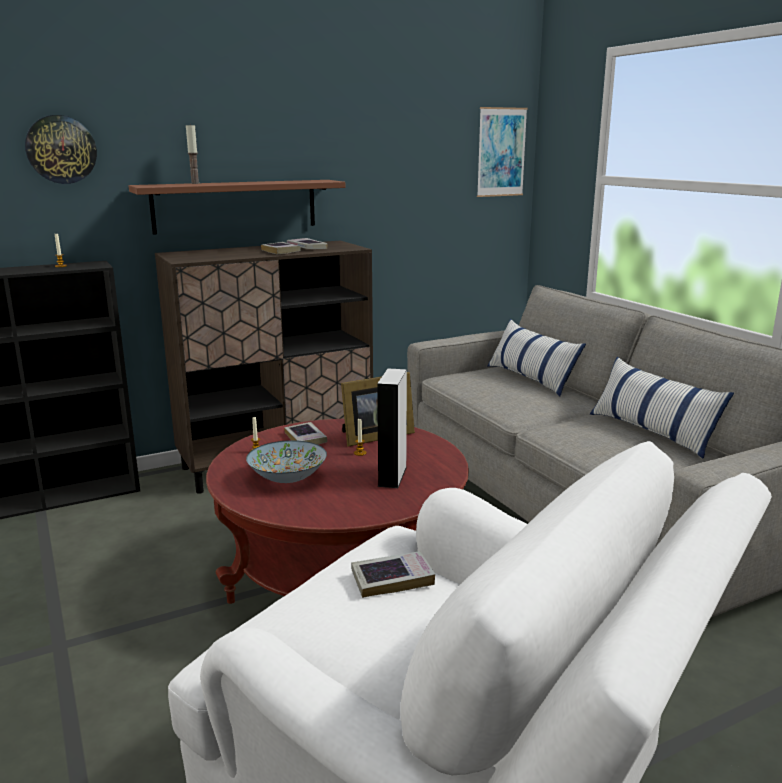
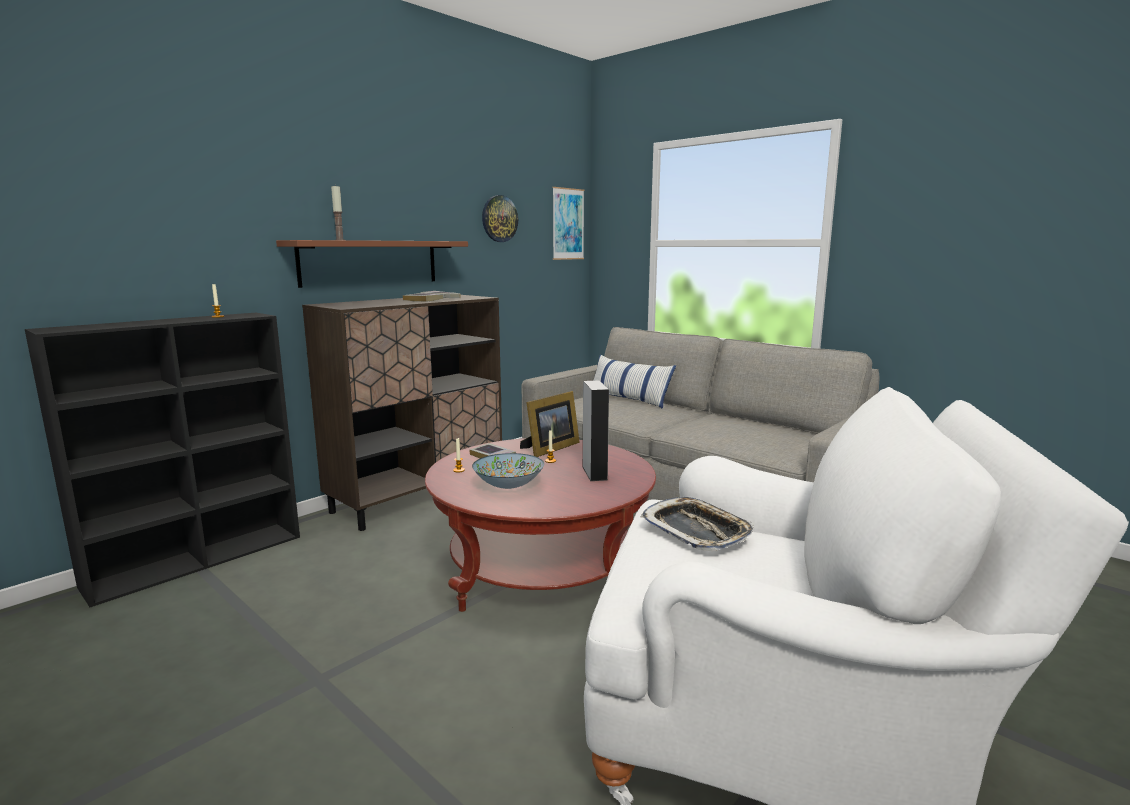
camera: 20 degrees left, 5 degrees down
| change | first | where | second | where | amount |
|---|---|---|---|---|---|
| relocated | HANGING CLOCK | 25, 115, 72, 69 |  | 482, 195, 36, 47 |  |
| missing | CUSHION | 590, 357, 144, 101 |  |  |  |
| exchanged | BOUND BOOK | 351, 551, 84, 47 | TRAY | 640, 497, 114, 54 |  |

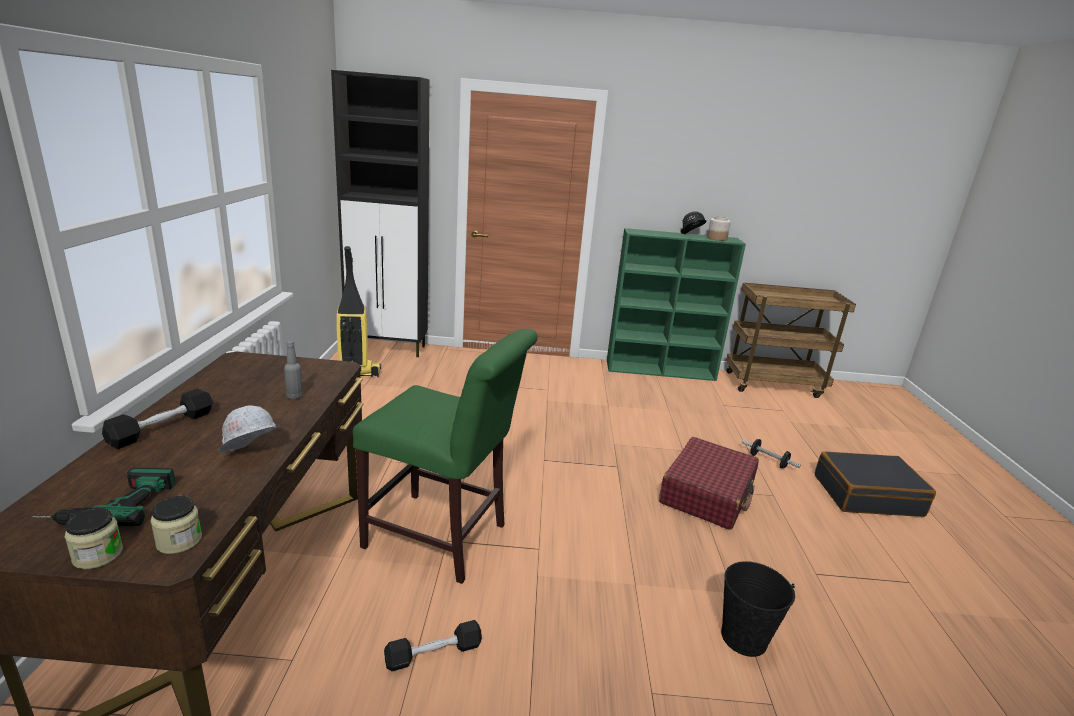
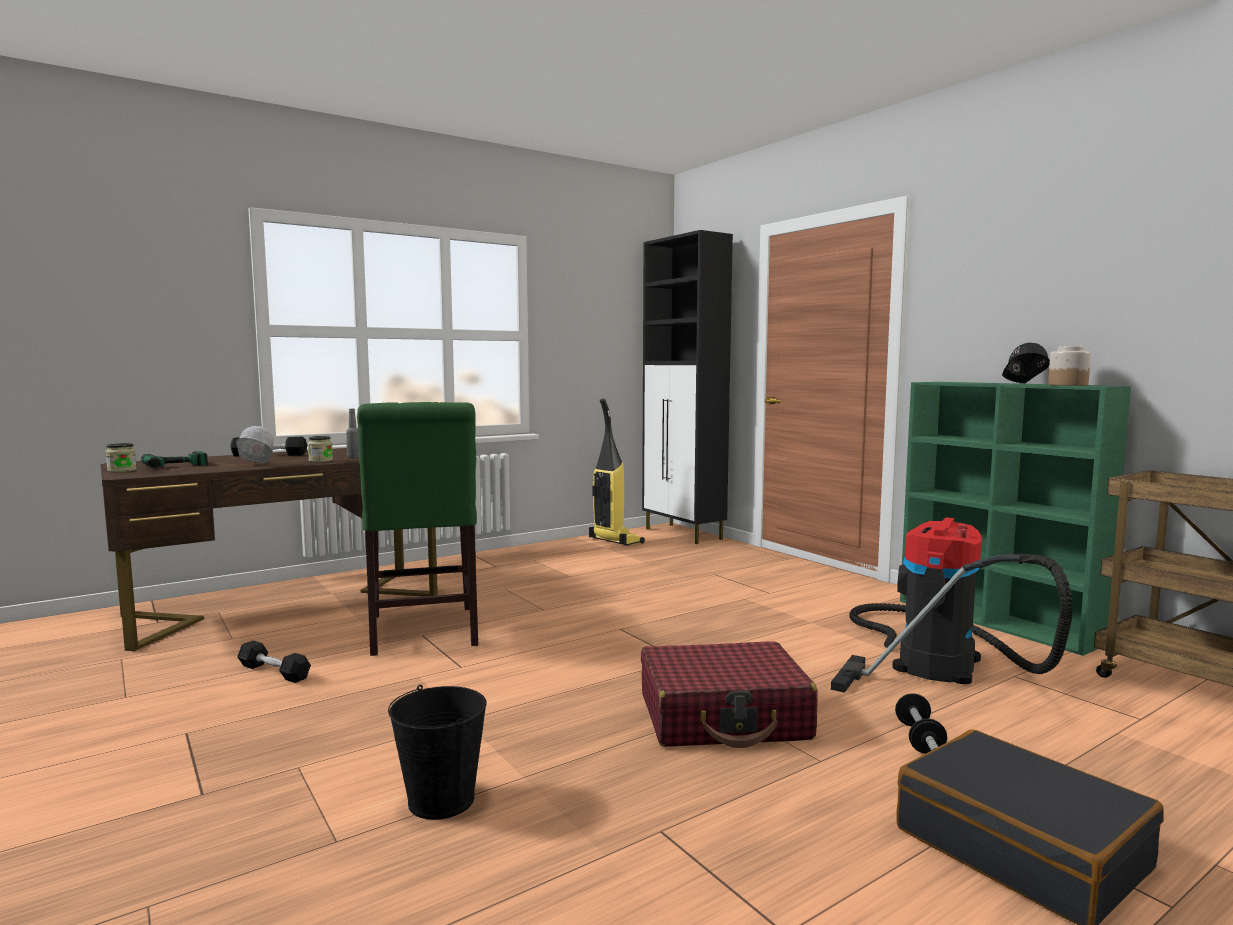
camera: 55 degrees right, 15 degrees down
| change | first | where | second | where | amount |
|---|---|---|---|---|---|
| relocated | JAR | 150, 496, 52, 58 |  | 308, 436, 25, 26 |  |
| appeared |  |  | VACUUM CLEANER | 831, 517, 242, 176 |  |

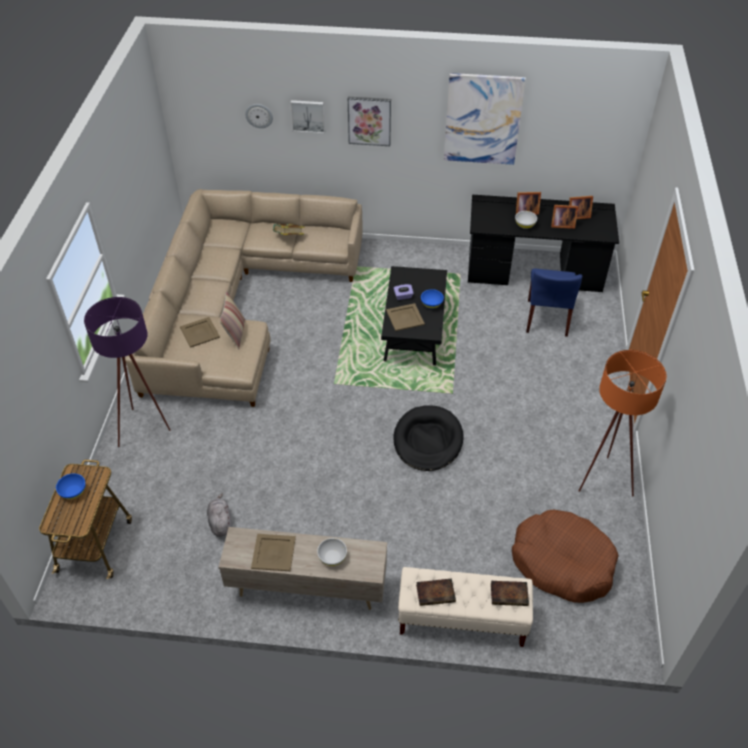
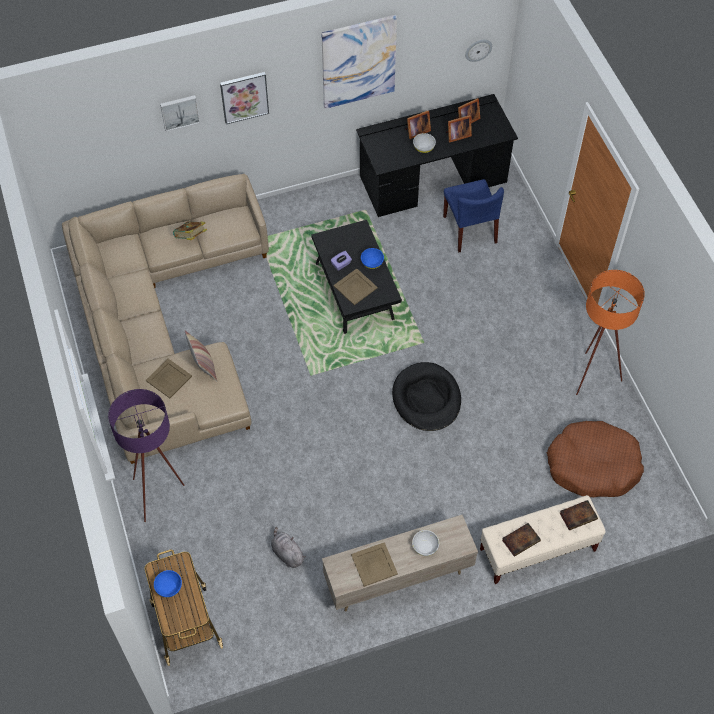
camera: 25 degrees left, 10 degrees up
| change | first | where | second | where | amount |
|---|---|---|---|---|---|
| relocated | HANGING CLOCK | 245, 104, 28, 24 |  | 465, 40, 27, 22 |  |

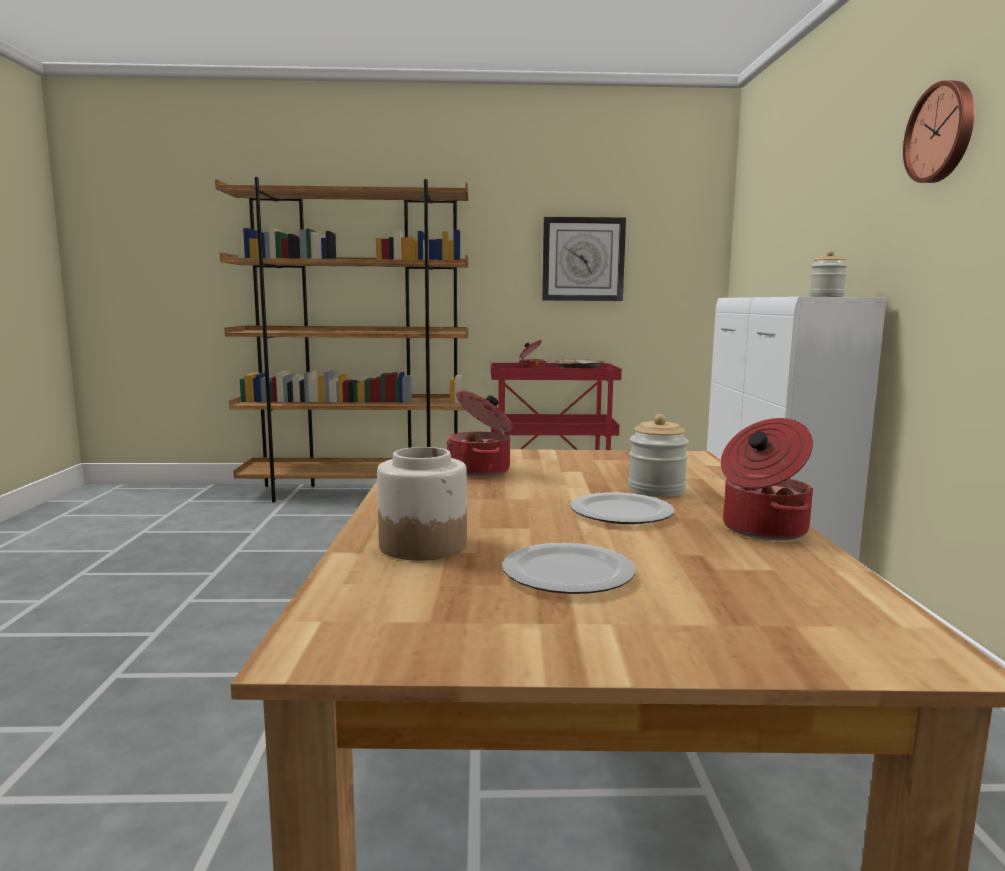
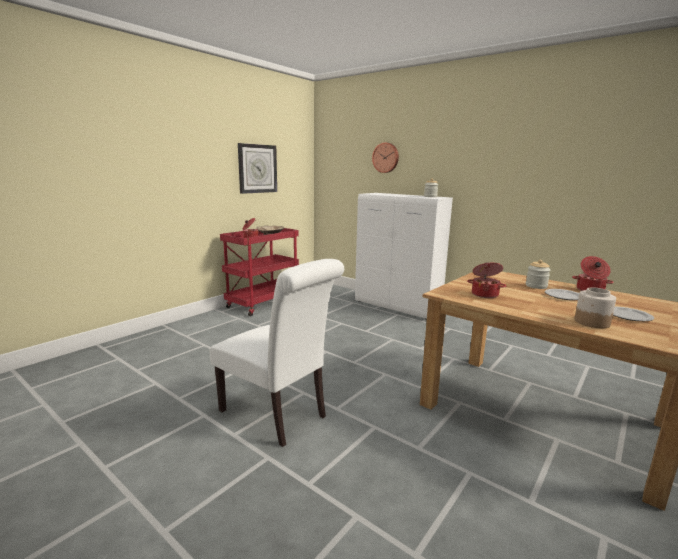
camera: 50 degrees left, 5 degrees up
| change | first | where | second | where | amount |
|---|---|---|---|---|---|
| relocated | HANGING CLOCK | 903, 80, 72, 103 |  | 372, 142, 27, 31 |  |
| missing | BROWNISH BOOKSHELF | 215, 177, 254, 325 |  |  |  |
| appeared |  |  | WHITE-COLOURED UPRIGHT CHAIR | 209, 259, 135, 188 |  |

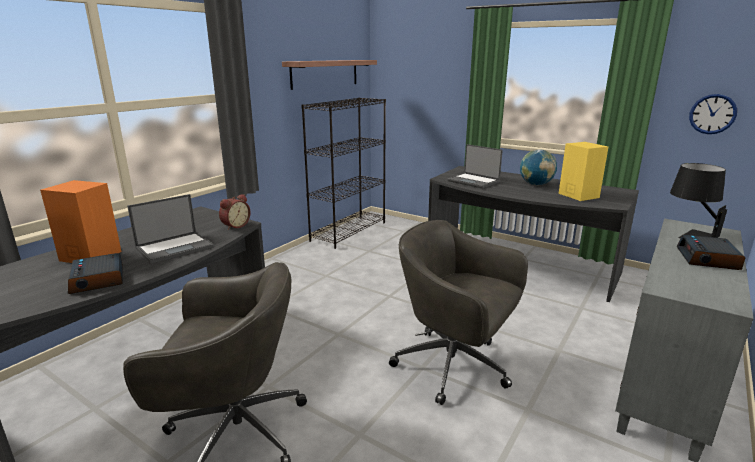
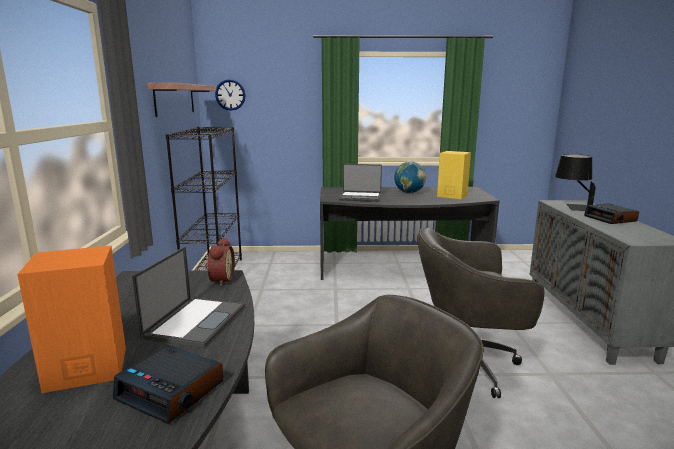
camera: 35 degrees left, 5 degrees down
| change | first | where | second | where | amount |
|---|---|---|---|---|---|
| relocated | HANGING CLOCK | 689, 94, 48, 40 |  | 215, 79, 31, 32 |  |

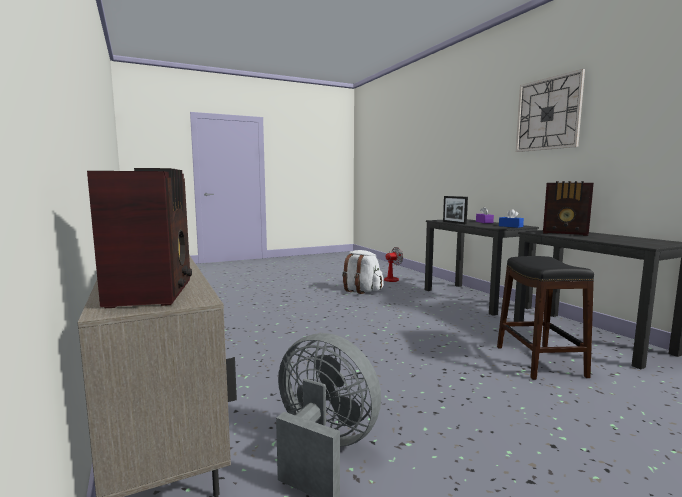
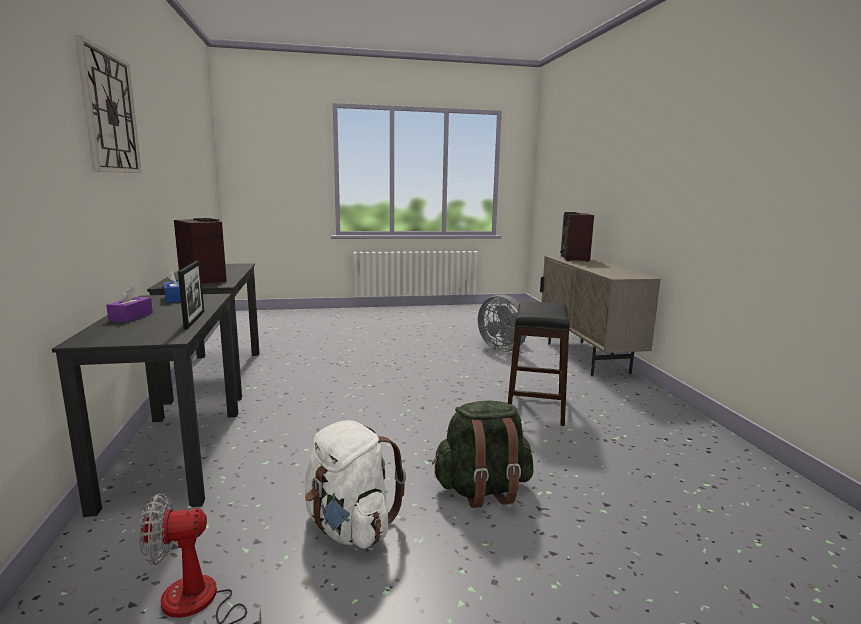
camera: 165 degrees left, 5 degrees up
| change | first | where | second | where | amount |
|---|---|---|---|---|---|
| relocated | BLACK-COLOURED SITTING STOOL | 497, 256, 97, 124 |  | 508, 302, 62, 124 |  |
| appeared |  |  | GREENISH KNAPSACK | 432, 400, 102, 108 |  |

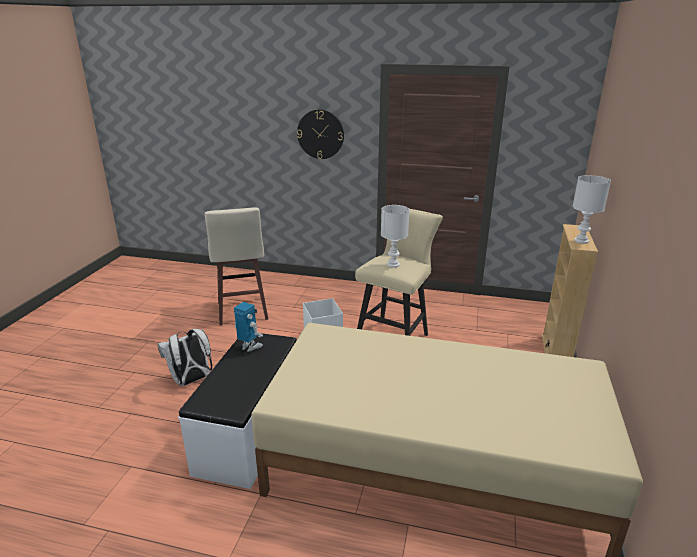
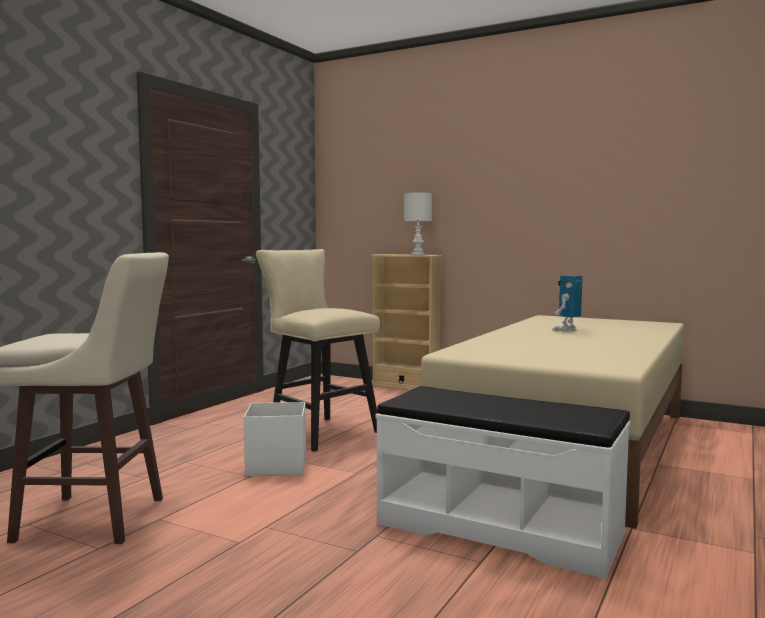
camera: 75 degrees left, 20 degrees down
| change | first | where | second | where | amount |
|---|---|---|---|---|---|
| missing | HANGING CLOCK | 297, 109, 47, 50 |  |  |  |
| missing | WHITE-COLOURED TABLETOP LAMP | 381, 205, 29, 63 |  |  |  |
| relocated | ROBOT FIGURE | 234, 302, 29, 50 |  | 552, 275, 31, 57 |  |
| missing | WHITE-COLOURED KNAPSACK | 157, 329, 55, 57 |  |  |  |

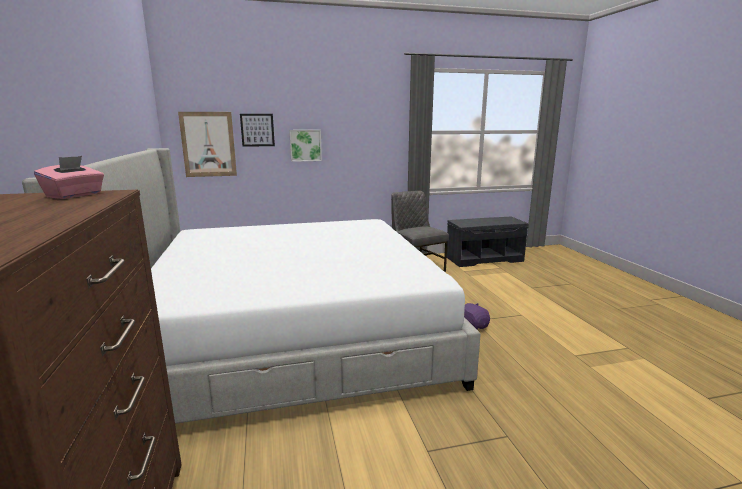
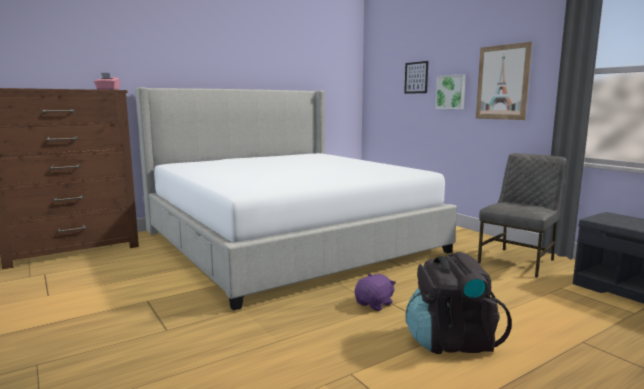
camera: 70 degrees right, 5 degrees down
| change | first | where | second | where | amount |
|---|---|---|---|---|---|
| relocated | PICTURE | 178, 112, 59, 65 |  | 476, 42, 56, 78 |  |
| appeared |  |  | BLACK-COLOURED KNAPSACK | 406, 252, 106, 102 |  |

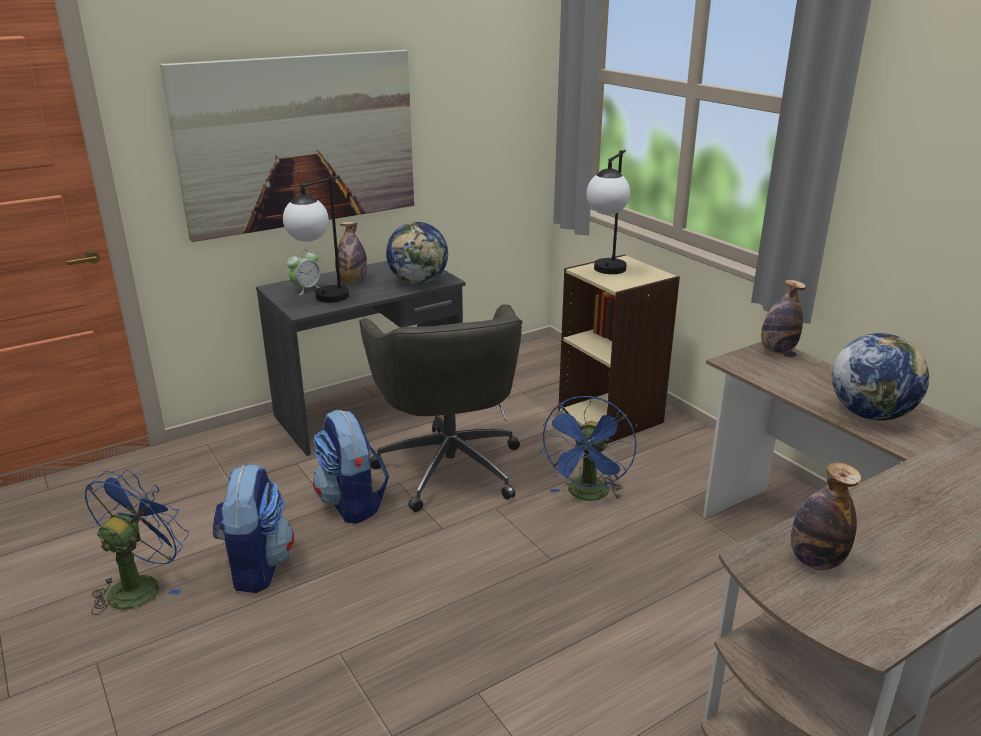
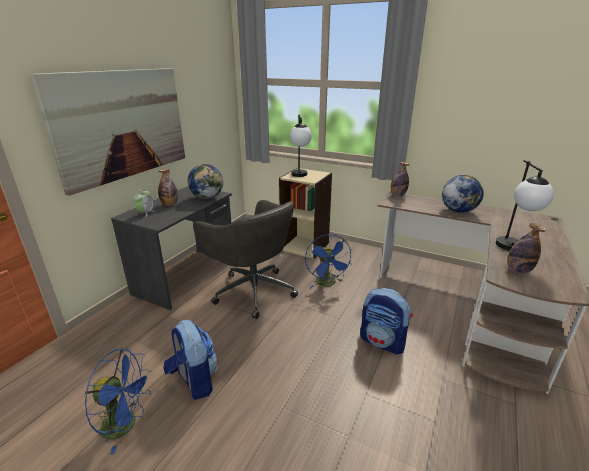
camera: 30 degrees left, 0 degrees up
| change | first | where | second | where | amount |
|---|---|---|---|---|---|
| relocated | TABLETOP LAMP | 283, 175, 66, 128 |  | 496, 160, 58, 90 |  |
| relocated | KNAPSACK | 313, 410, 76, 114 |  | 360, 288, 53, 67 |  |
| spun | BLUE COOLING FAN | 85, 470, 104, 145 |  | 85, 348, 67, 106 | 105 degrees clockwise |

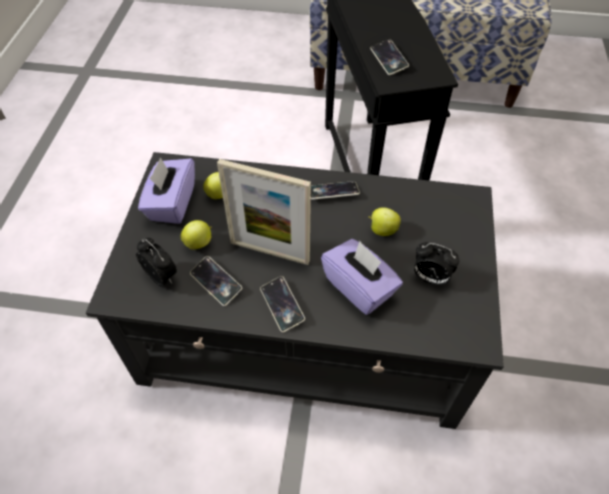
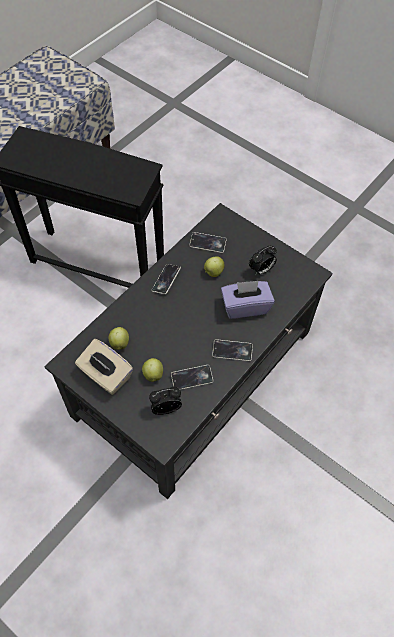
camera: 60 degrees left, 5 degrees up
| change | first | where | second | where | amount |
|---|---|---|---|---|---|
| relocated | PHONE | 370, 39, 39, 36 |  | 189, 232, 38, 21 |  |
| colour | PURPLE TISSUE HOLDER | 138, 157, 57, 67 | BEIGE TISSUE HOLDER | 75, 339, 58, 56 |  |
| missing | STANDING FRAME | 217, 159, 94, 106 |  |  |  |

